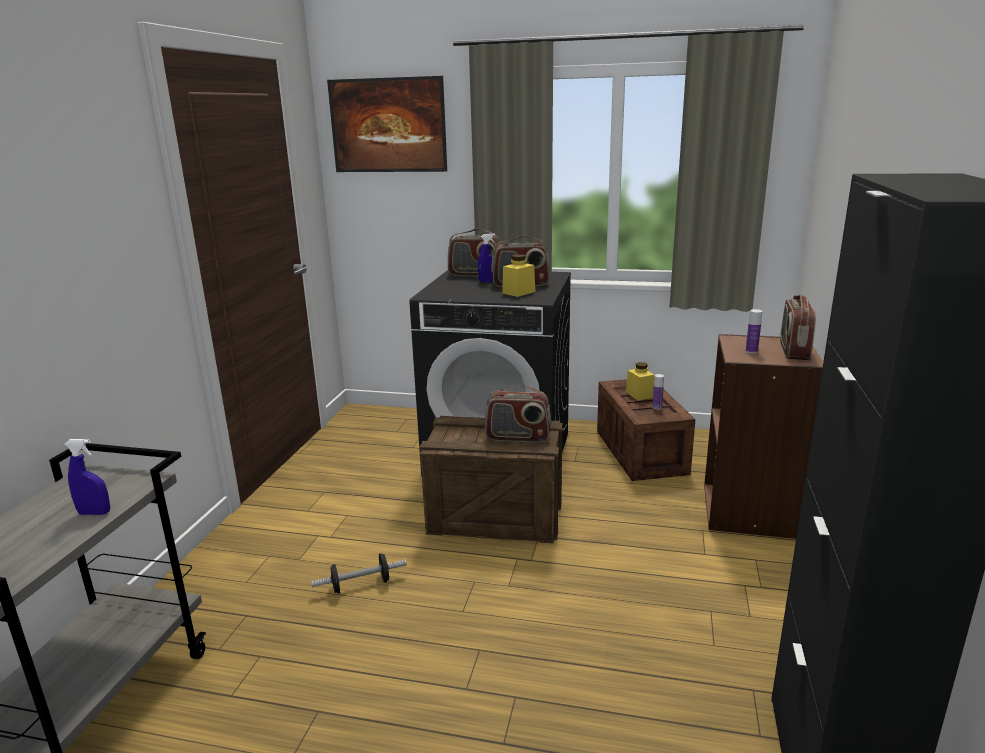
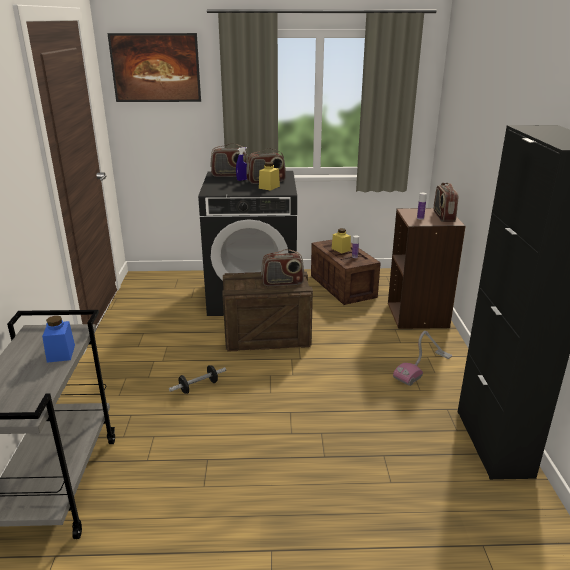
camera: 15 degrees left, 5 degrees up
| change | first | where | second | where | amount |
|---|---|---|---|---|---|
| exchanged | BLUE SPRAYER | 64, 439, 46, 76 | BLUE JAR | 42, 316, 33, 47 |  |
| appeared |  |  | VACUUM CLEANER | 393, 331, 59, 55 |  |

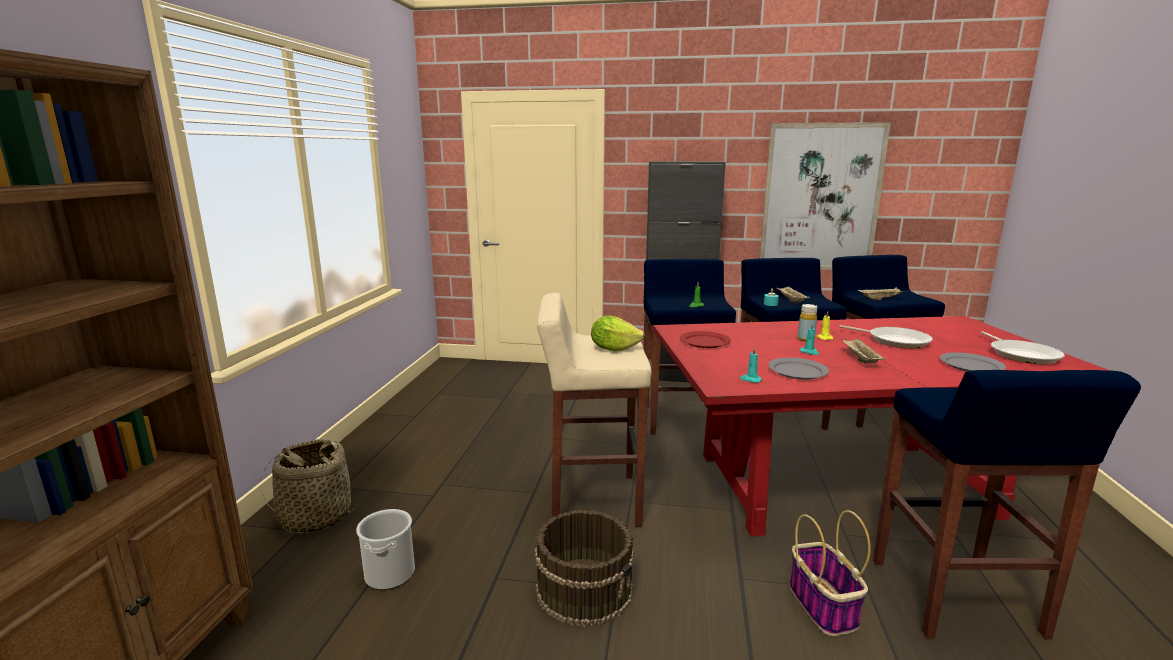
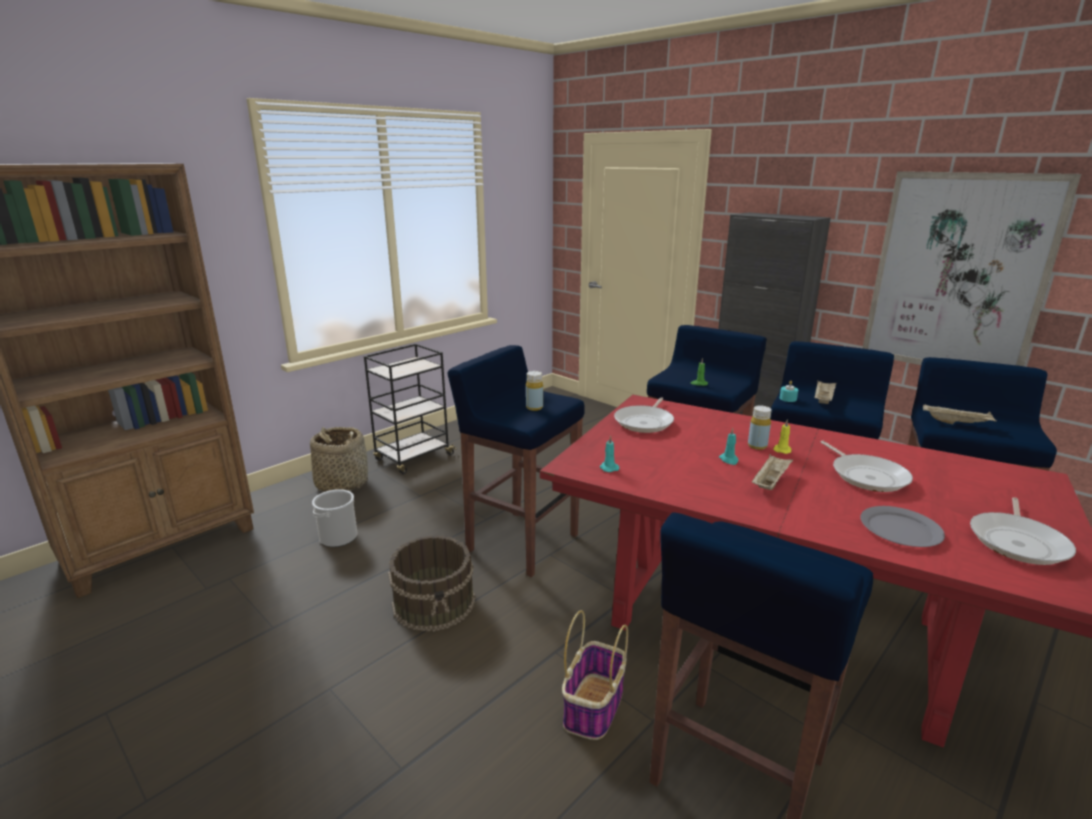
camera: 35 degrees right, 5 degrees up
| change | first | where | second | where | amount |
|---|---|---|---|---|---|
| colour | BEIGE SITTING STOOL | 537, 293, 115, 234 | BLUE SITTING STOOL | 448, 345, 137, 232 |  |
| exchanged | HEAD OF LETTUCE | 591, 315, 54, 37 | YELLOW DRINK BOTTLE | 526, 371, 17, 40 |  |
| exchanged | REDDISH FLAT DISH | 680, 331, 51, 17 | FRYING PAN | 614, 397, 60, 36 |  |
| missing | GREY FLAT DISH | 768, 357, 61, 22 |  |  |  |
| appeared |  |  | BLACK-COLOURED CART | 364, 344, 93, 130 |  |

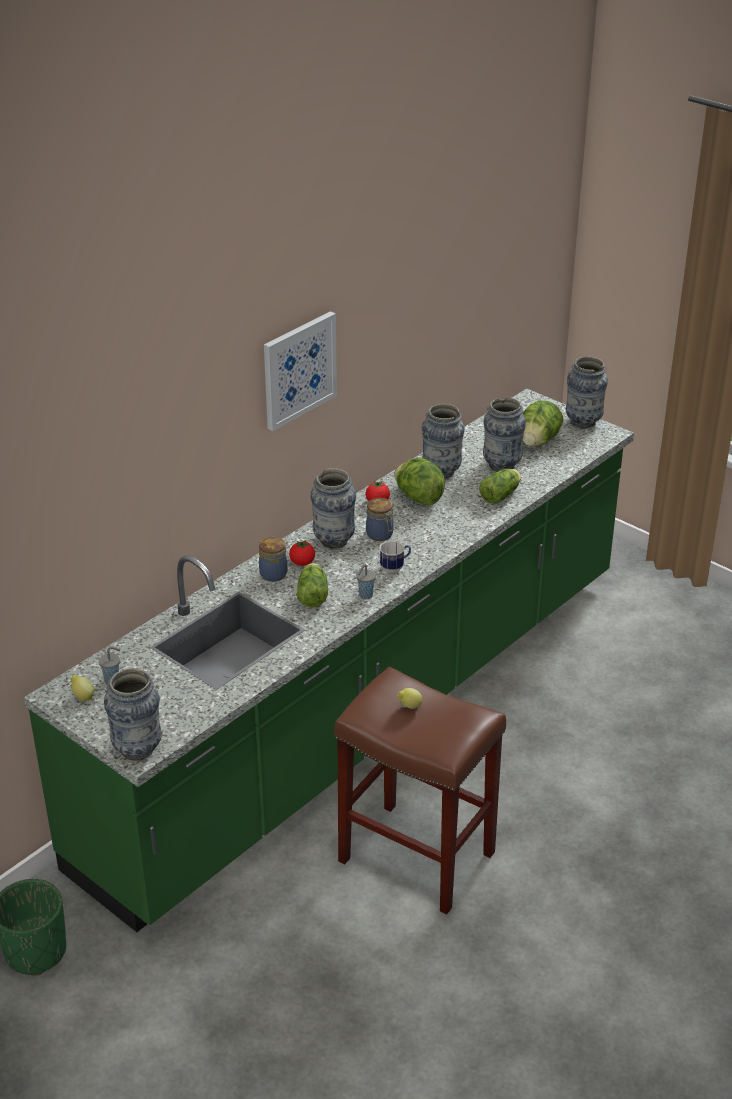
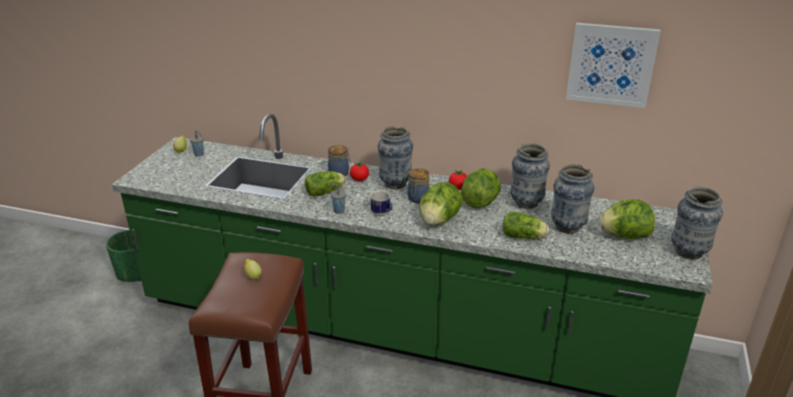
camera: 65 degrees right, 5 degrees down
| change | first | where | second | where | amount |
|---|---|---|---|---|---|
| relocated | PICTURE | 264, 311, 73, 120 |  | 566, 23, 94, 85 |  |
| missing | VASE | 104, 668, 58, 93 |  |  |  |
| appeared |  |  | HEAD OF LETTUCE | 419, 182, 44, 43 |  |

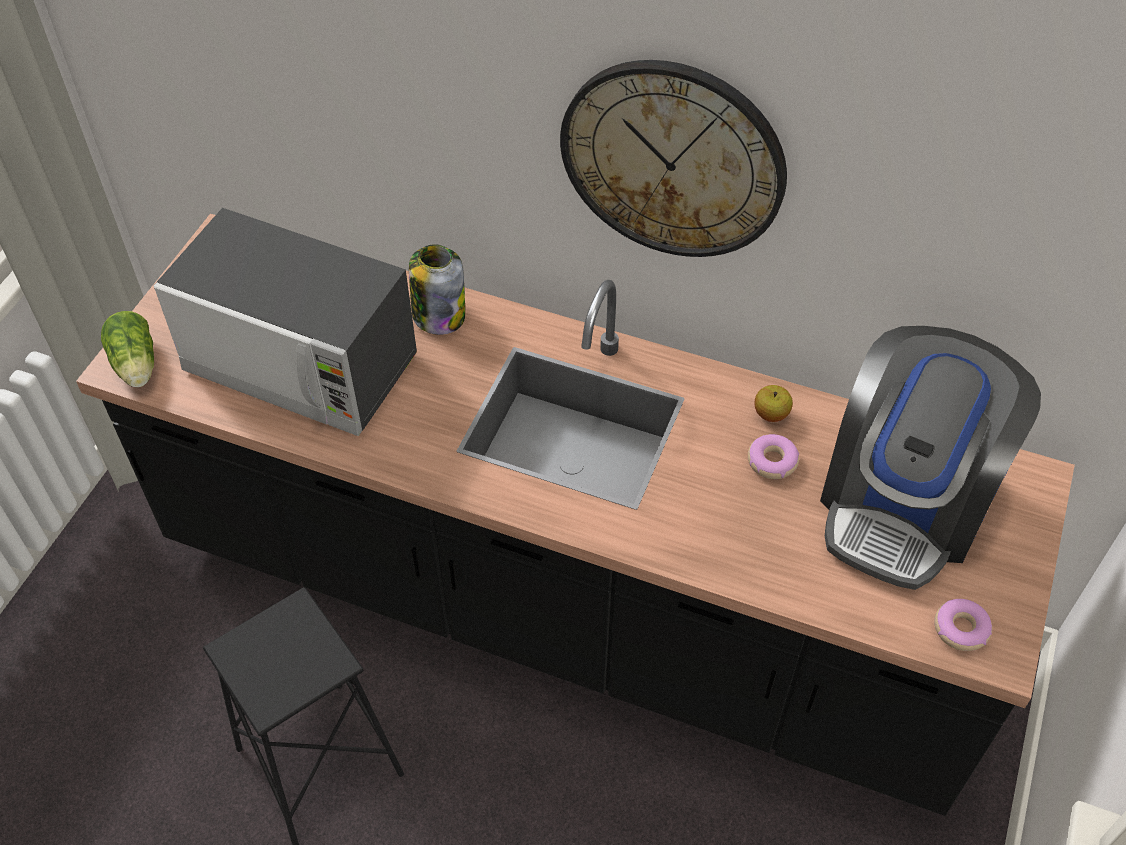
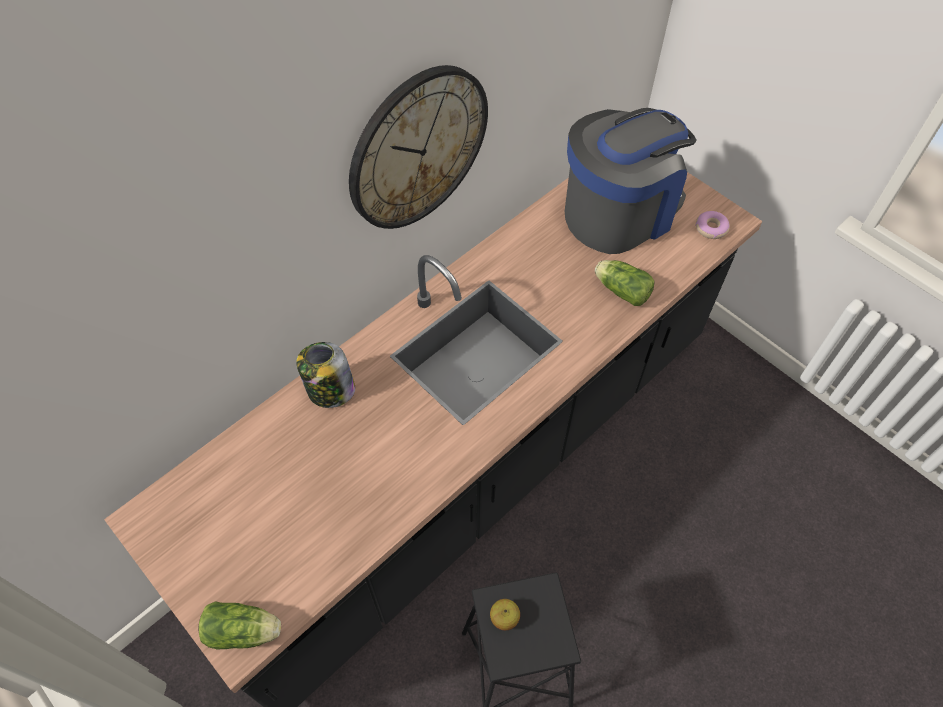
camera: 65 degrees left, 5 degrees up
| change | first | where | second | where | amount |
|---|---|---|---|---|---|
| missing | KITCHEN MICROWAVE | 154, 208, 263, 228 |  |  |  |
| spun | COFFEE BREWER | 820, 326, 221, 264 |  | 565, 108, 132, 146 | 90 degrees counterclockwise |
| relocated | WHOLE APPLE | 754, 385, 39, 37 |  | 490, 599, 30, 31 |  |
| missing | DONUT | 748, 434, 51, 45 |  |  |  |
| appeared |  |  | HEAD OF LETTUCE | 595, 260, 60, 46 |  |

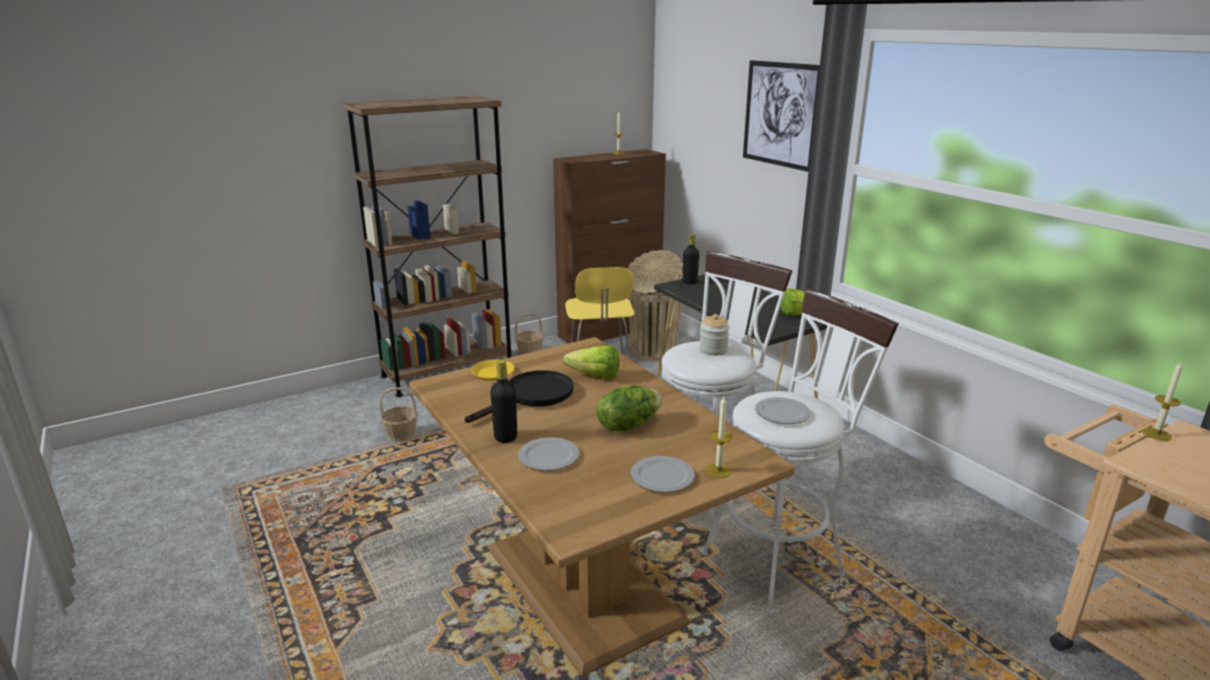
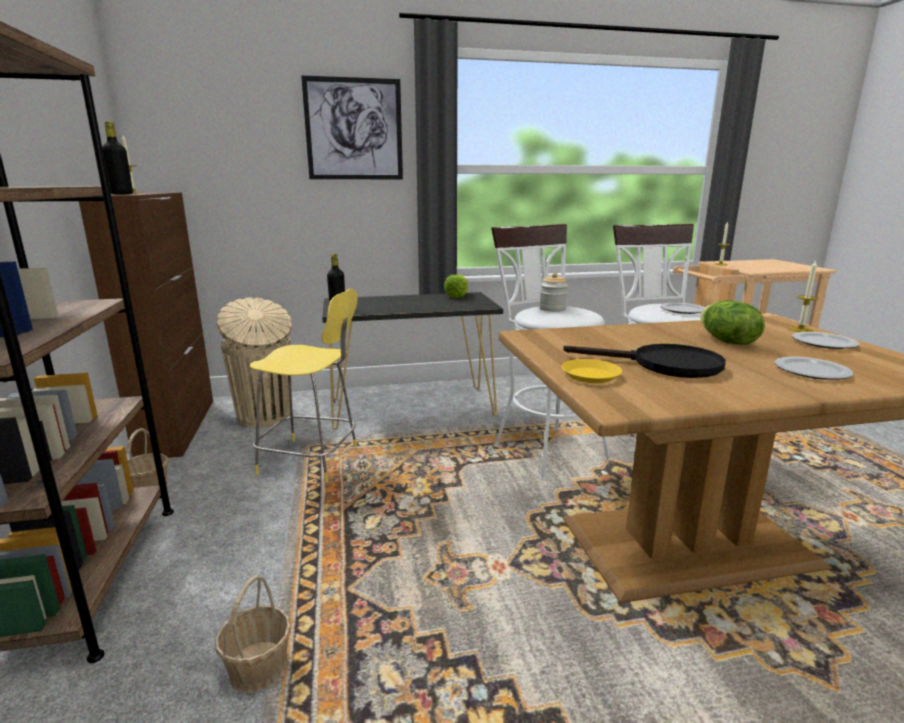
camera: 70 degrees left, 5 degrees down
| change | first | where | second | where | amount |
|---|---|---|---|---|---|
| missing | HEAD OF LETTUCE | 563, 345, 56, 34 |  |  |  |
| relocated | BLACK-COLOURED DRINK BOTTLE | 490, 360, 27, 83 |  | 102, 121, 31, 74 |  |
| spun | BLACK-COLOURED FRYING PAN | 465, 370, 108, 53 |  | 563, 344, 163, 34 | 135 degrees clockwise |

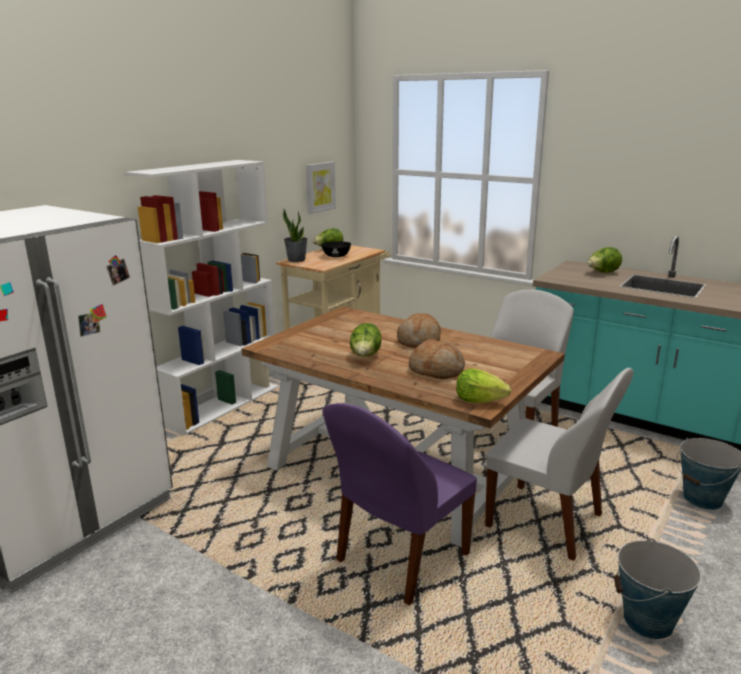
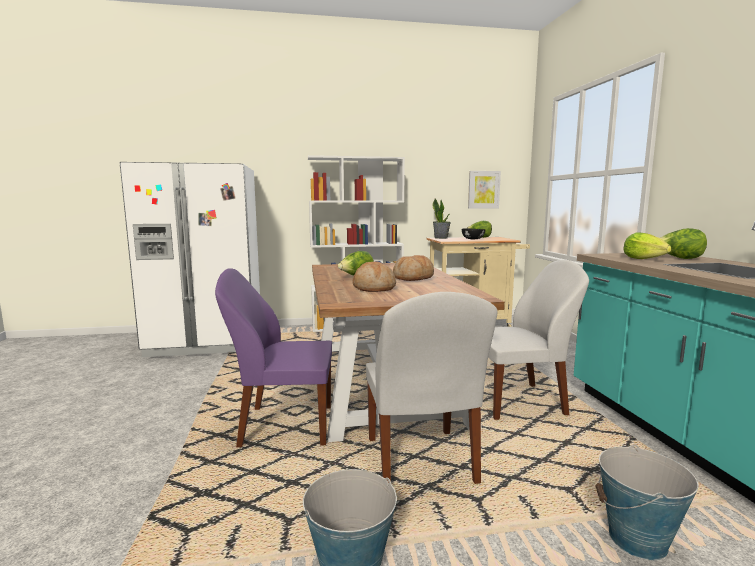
camera: 45 degrees right, 10 degrees down
| change | first | where | second | where | amount |
|---|---|---|---|---|---|
| relocated | HEAD OF LETTUCE | 456, 368, 55, 35 |  | 623, 232, 48, 27 |  |

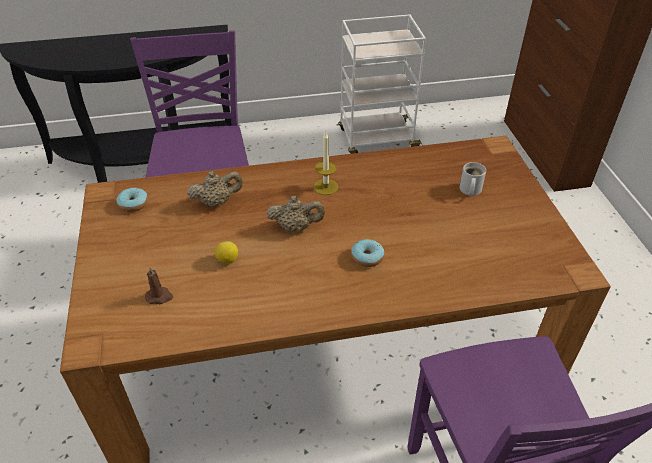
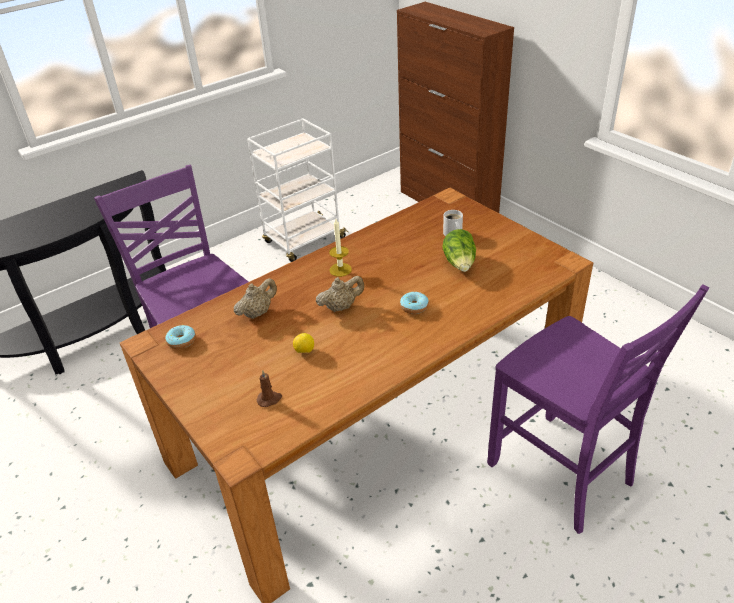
camera: 25 degrees left, 5 degrees down
| change | first | where | second | where | amount |
|---|---|---|---|---|---|
| appeared |  |  | HEAD OF LETTUCE | 442, 229, 34, 43 |  |

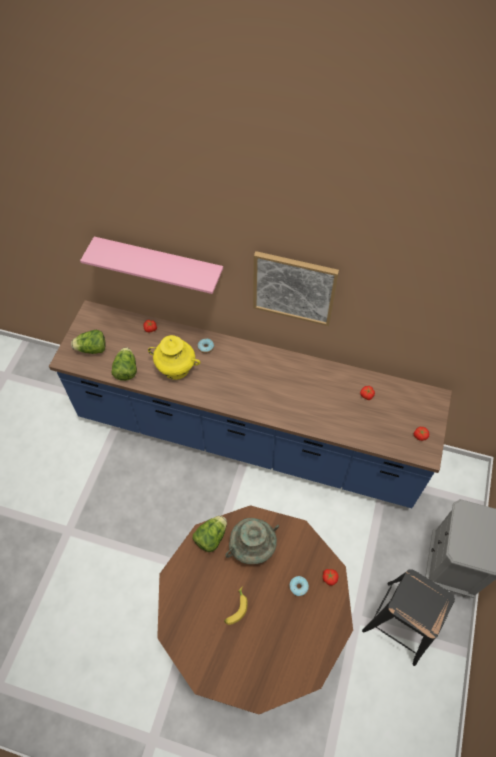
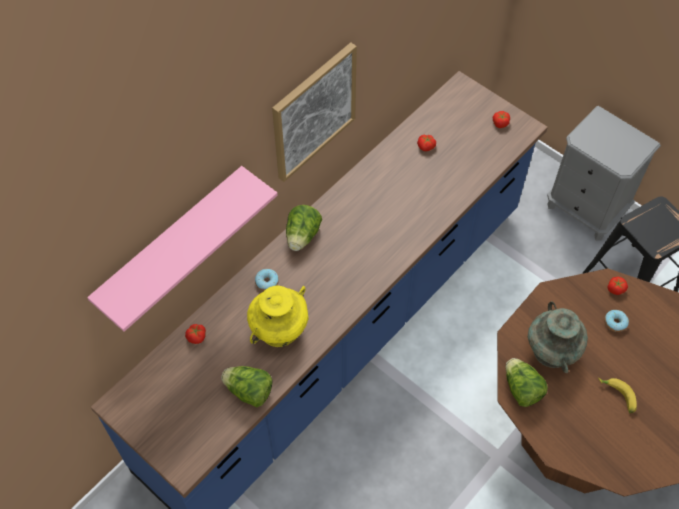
camera: 65 degrees left, 0 degrees up
| change | first | where | second | where | amount |
|---|---|---|---|---|---|
| relocated | HEAD OF LETTUCE | 71, 330, 35, 24 |  | 286, 205, 36, 46 |  |

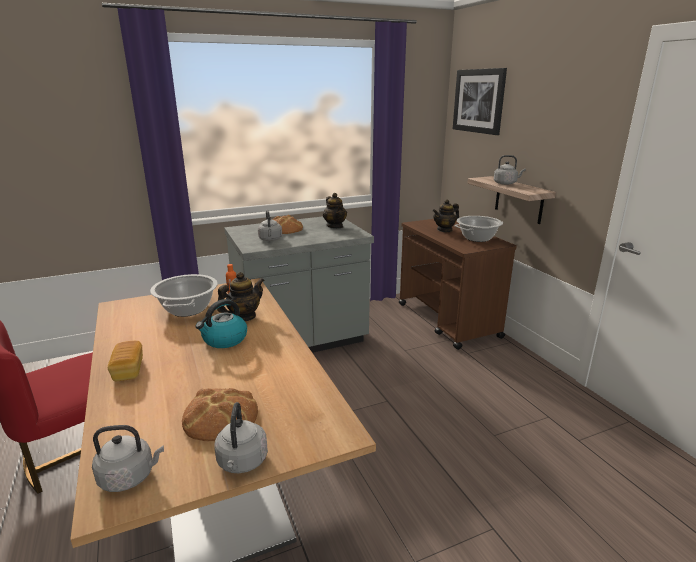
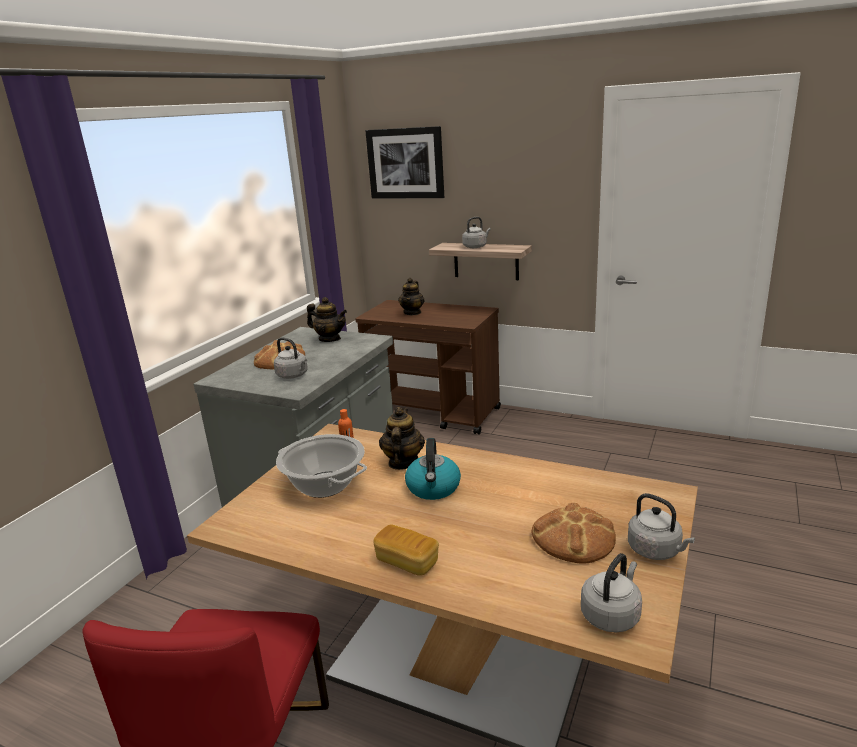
camera: 40 degrees left, 0 degrees up
| change | first | where | second | where | amount |
|---|---|---|---|---|---|
| missing | STOCKPOT | 454, 216, 49, 26 |  |  |  |

